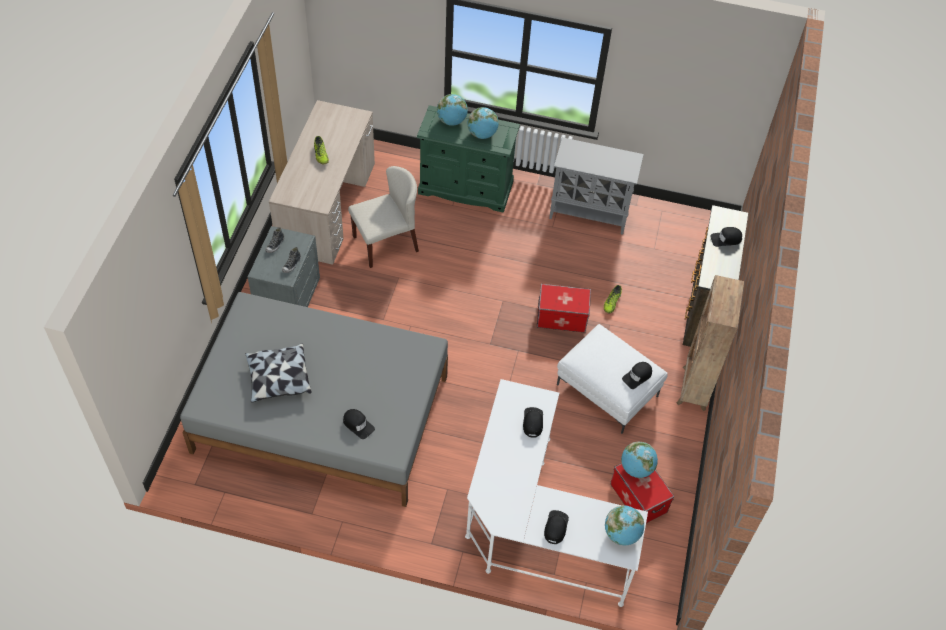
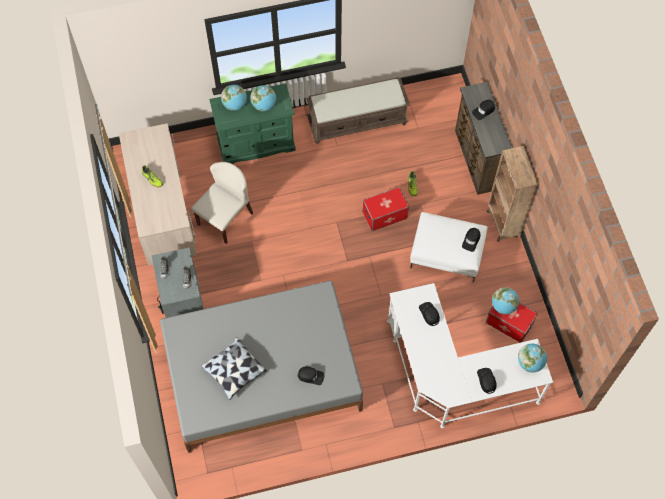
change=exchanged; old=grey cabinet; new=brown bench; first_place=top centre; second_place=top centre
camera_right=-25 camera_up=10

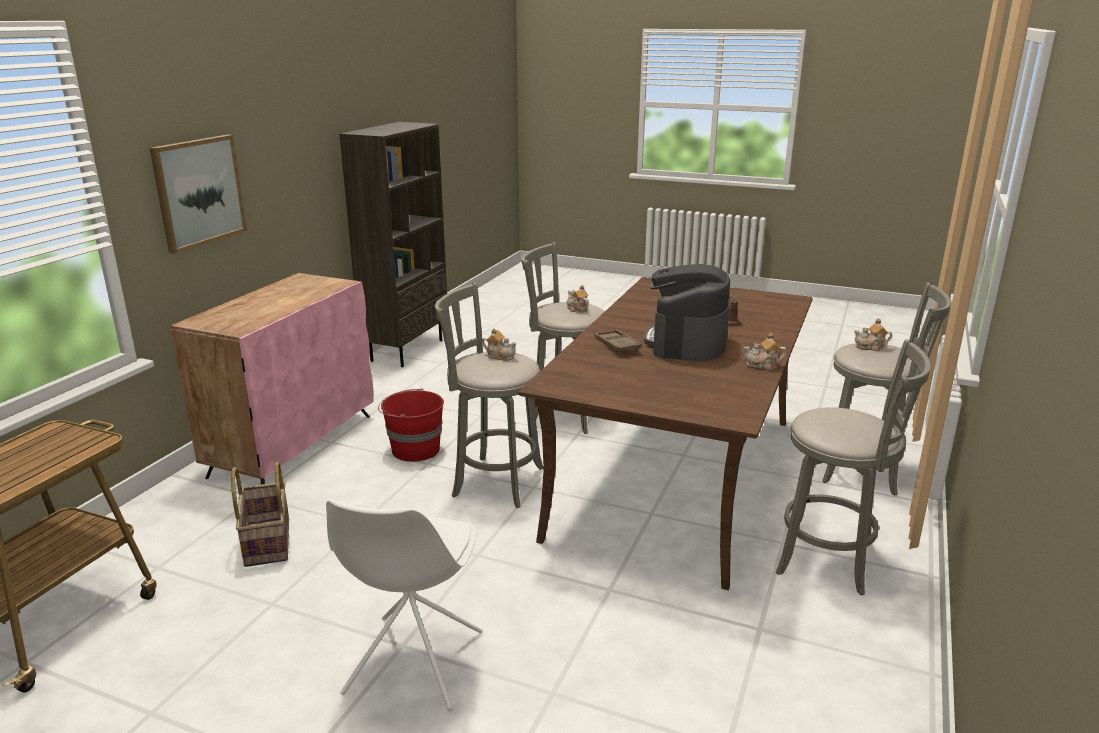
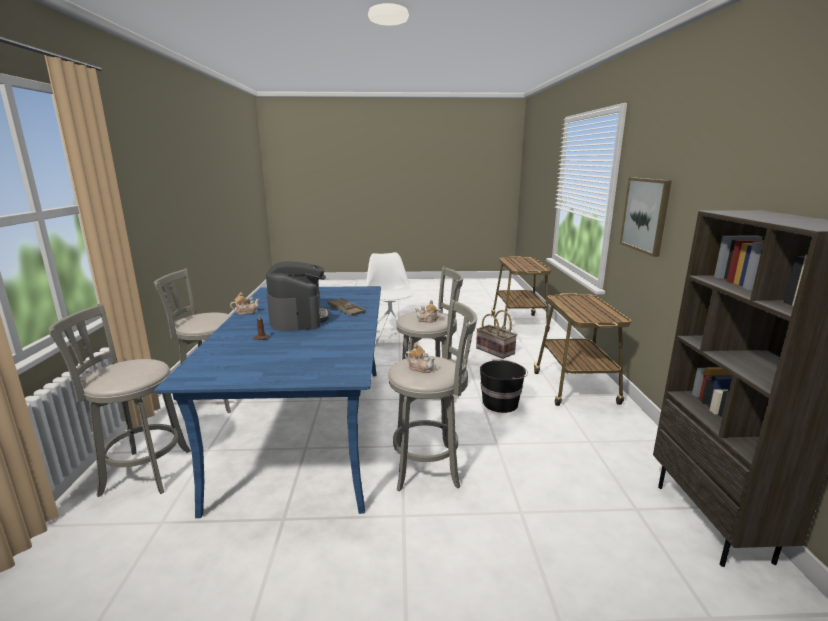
change=missing; old=teapot (no. 4 from left); first_place=middle right
change=exchanged; old=pink cabinet; new=cart (no. 2 from left); first_place=middle left; second_place=middle right
change=colour; old=red bucket; new=black bucket; first_place=centre; second_place=centre
change=colour; old=brown dining table; new=blue dining table; first_place=centre; second_place=middle left
camera_right=155 camera_up=-5

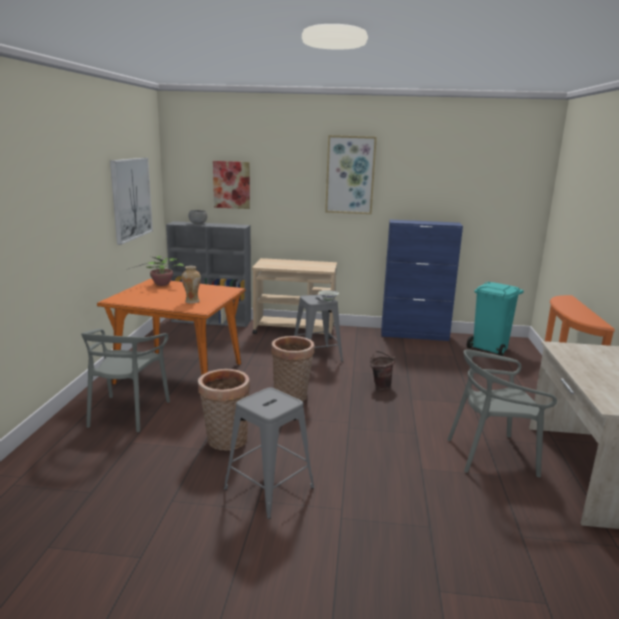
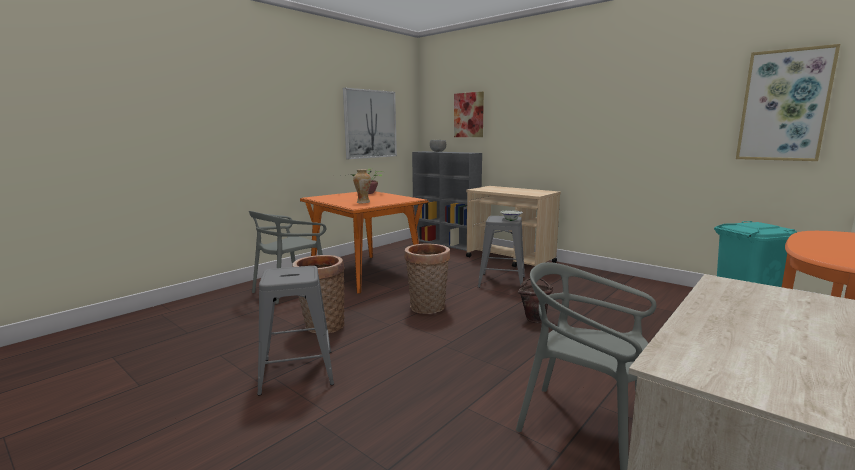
change=missing; old=blue cabinet; first_place=middle right
change=relocated; old=picture (no. 3 from left); first_place=top centre; second_place=top right
camera_right=35 camera_up=-5

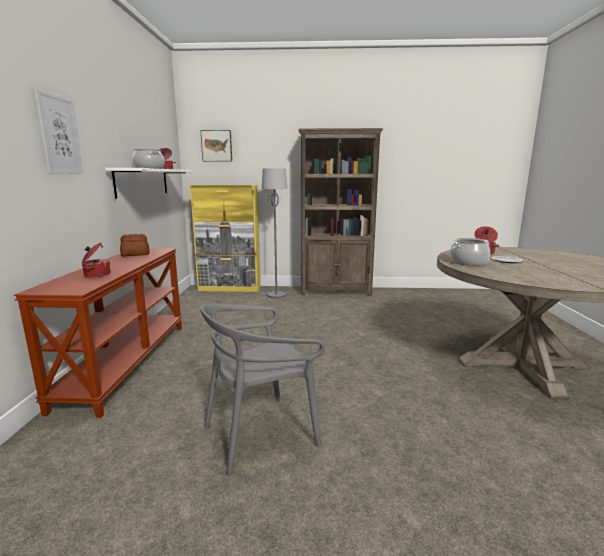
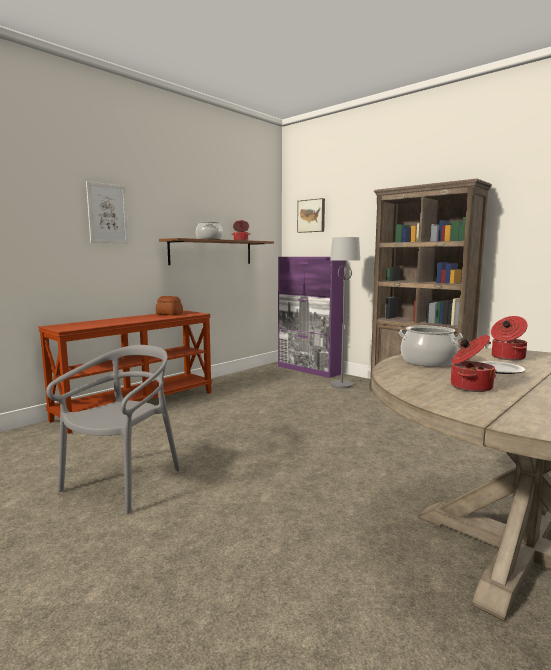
change=relocated; old=cooking pot (no. 1 from left in the first image); new=cooking pot (no. 4 from left); first_place=middle left; second_place=middle right
change=colour; old=white shelf; new=brown shelf; first_place=top left; second_place=centre
change=colour; old=yellow cabinet; new=purple cabinet; first_place=centre; second_place=centre
change=spun; old=grey chair; first_place=bottom centre; second_place=middle left; degrees=105
camera_right=40 camera_up=-5

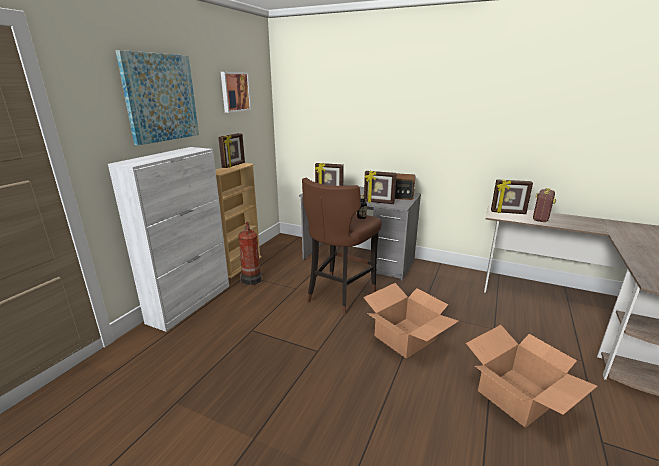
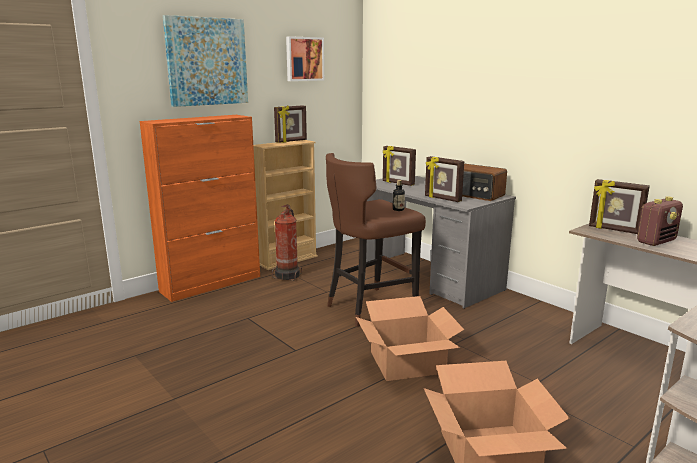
change=colour; old=white cabinet; new=orange cabinet; first_place=middle left; second_place=middle left
camera_right=25 camera_up=-5

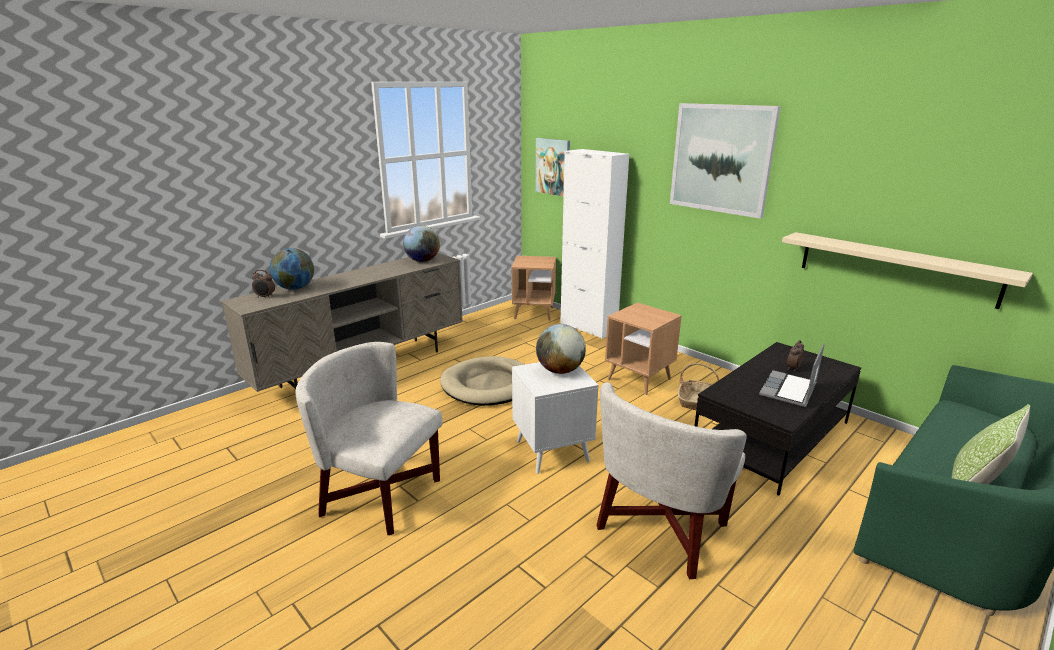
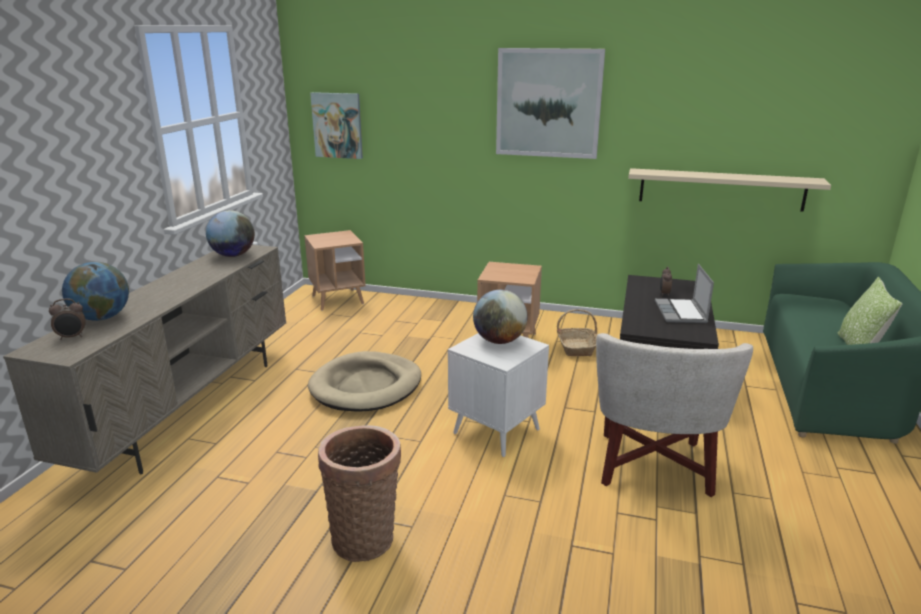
change=missing; old=white cabinet; first_place=centre
change=exchanged; old=white armchair (no. 1 from left); new=basket (no. 1 from left); first_place=bottom centre; second_place=bottom centre
camera_right=-30 camera_up=0

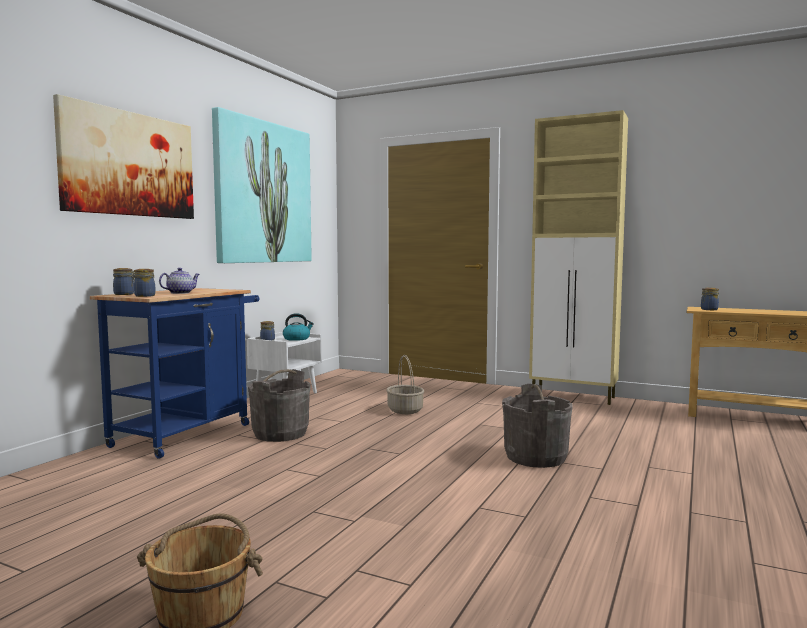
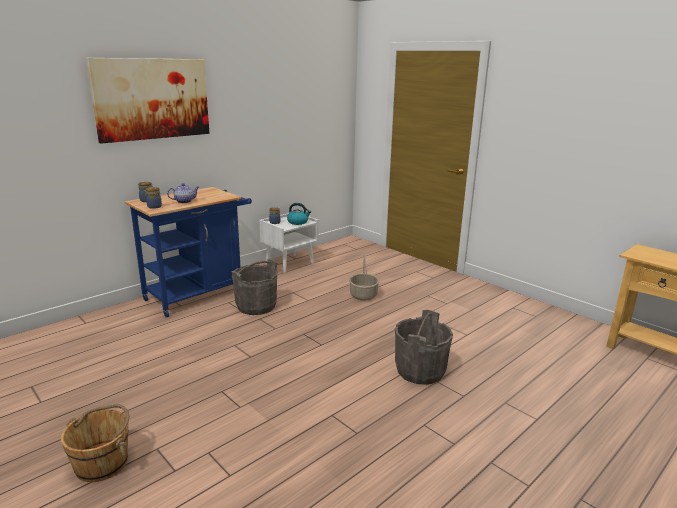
change=missing; old=picture (no. 2 from left); first_place=top left
change=missing; old=beige cabinet; first_place=middle right
change=missing; old=jar (no. 4 from left); first_place=middle right
camera_right=20 camera_up=15

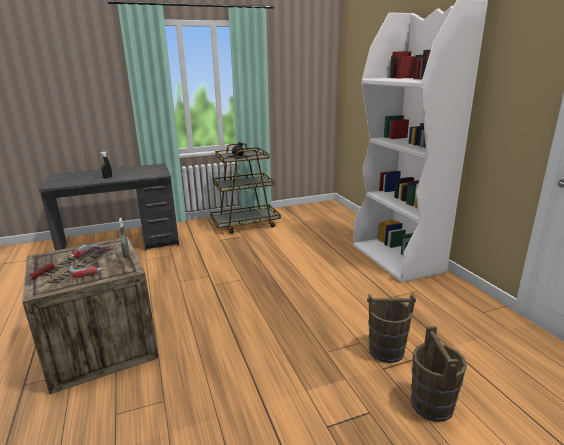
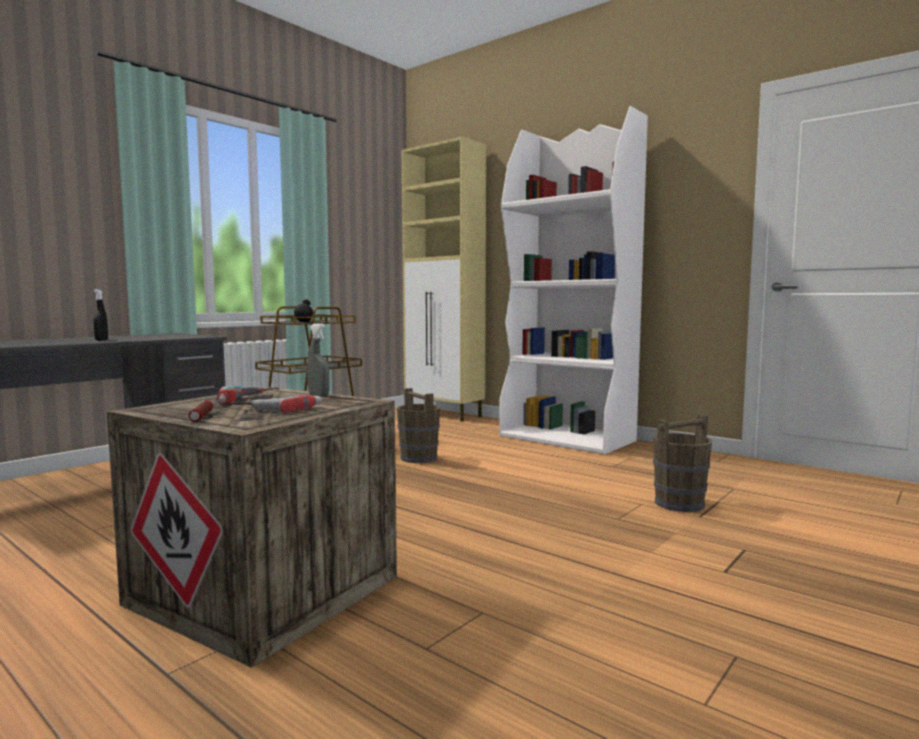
change=appeared; new=beige cabinet; second_place=centre
change=relocated; old=brown bucket (no. 2 from left in the first image); new=brown bucket (no. 1 from left); first_place=bottom right; second_place=centre
camera_right=-30 camera_up=-15

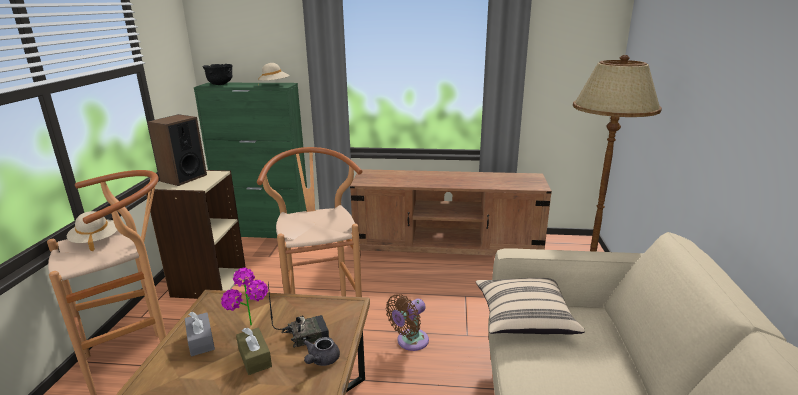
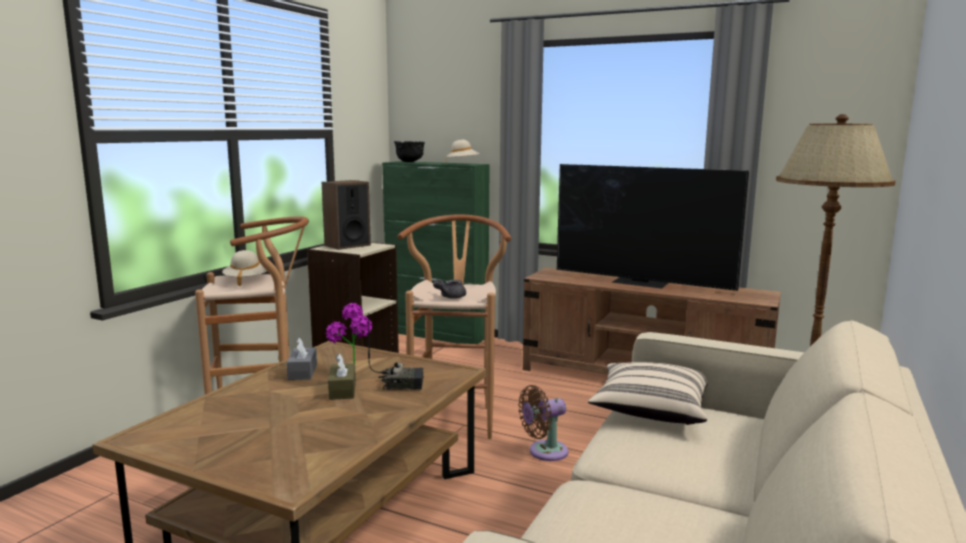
change=appeared; new=television; second_place=middle right
change=relocated; old=grey teapot; first_place=bottom centre; second_place=centre
camera_right=20 camera_up=-10

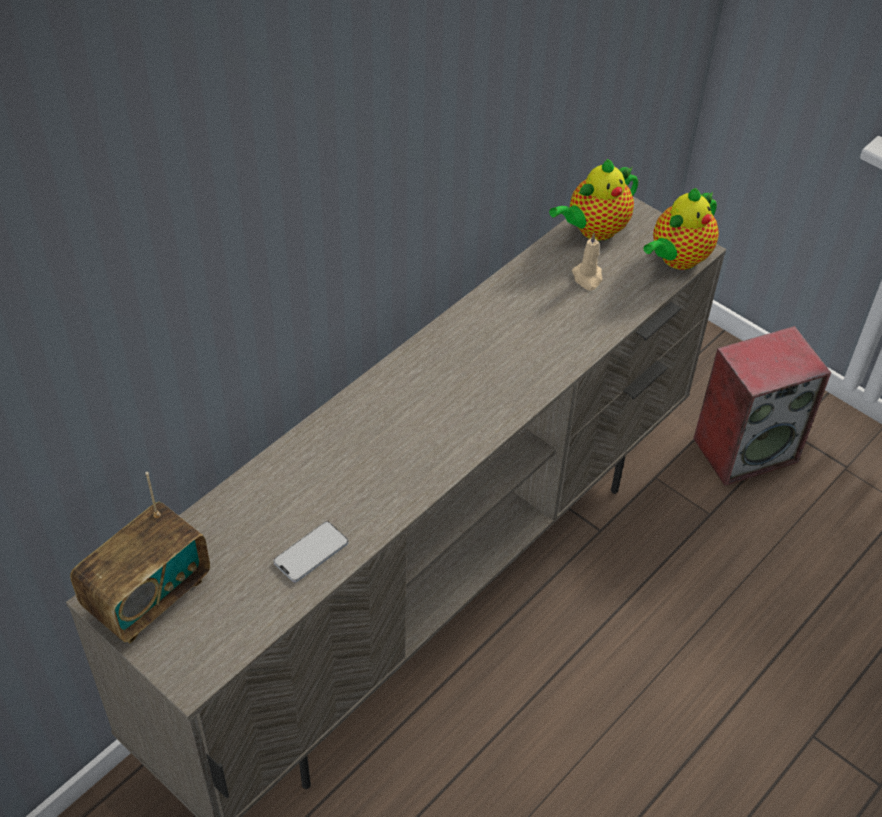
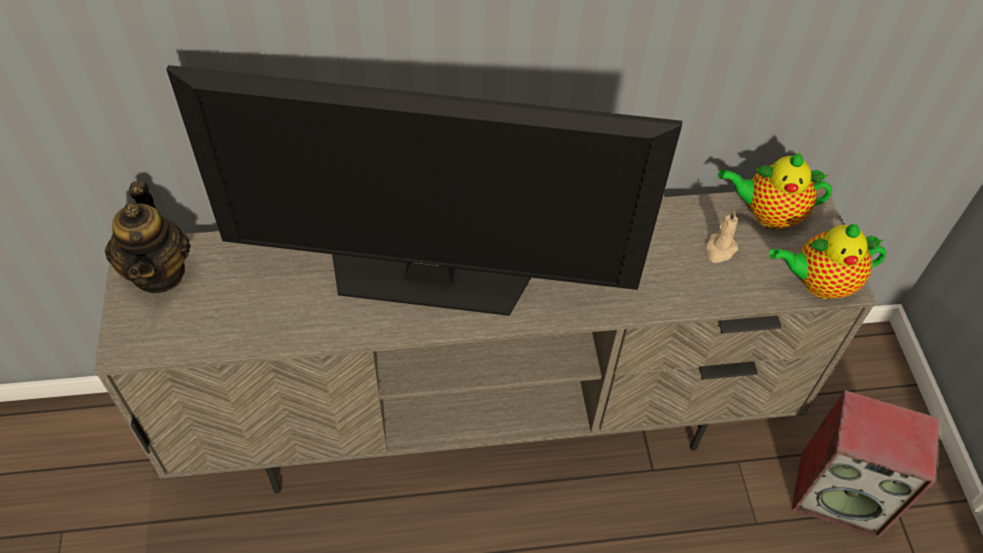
change=missing; old=phone; first_place=bottom centre
change=appeared; new=television; second_place=centre
change=exchanged; old=radio; new=teapot (no. 1 from left); first_place=bottom left; second_place=middle left
camera_right=40 camera_up=5

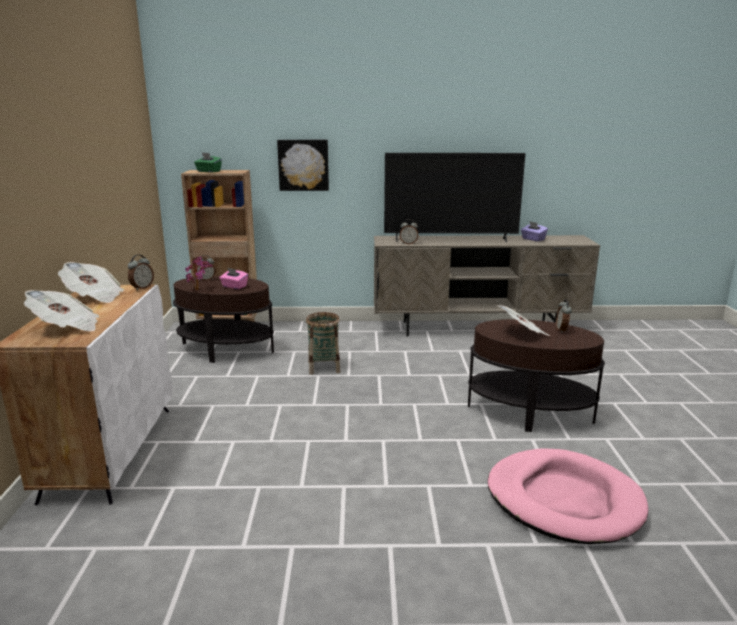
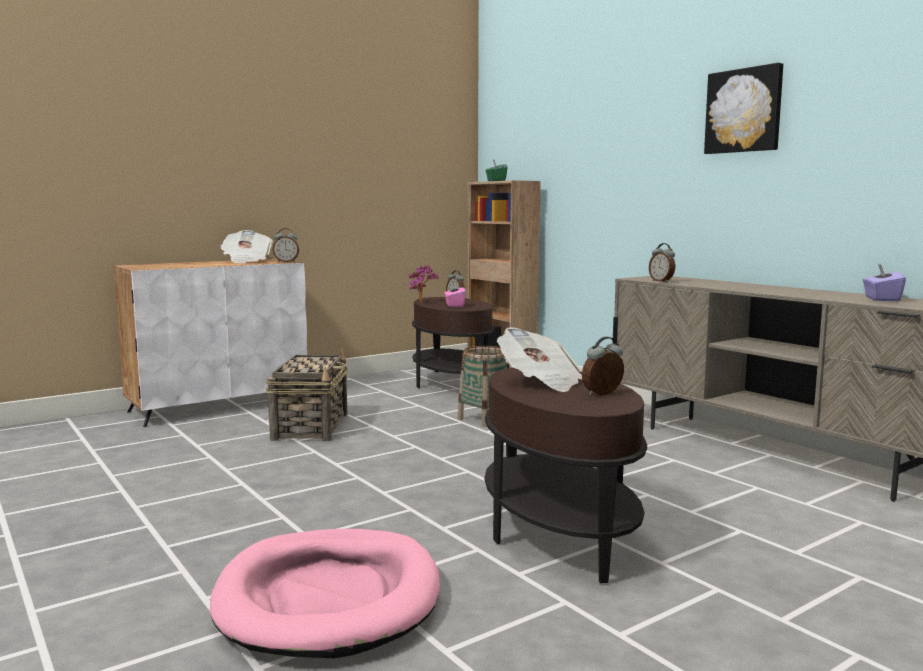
change=missing; old=newspaper (no. 1 from left); first_place=middle left
change=missing; old=television; first_place=top centre
change=appeared; new=basket (no. 1 from left); second_place=middle left
change=relocated; old=picture; first_place=top centre; second_place=top right
camera_right=55 camera_up=-10

